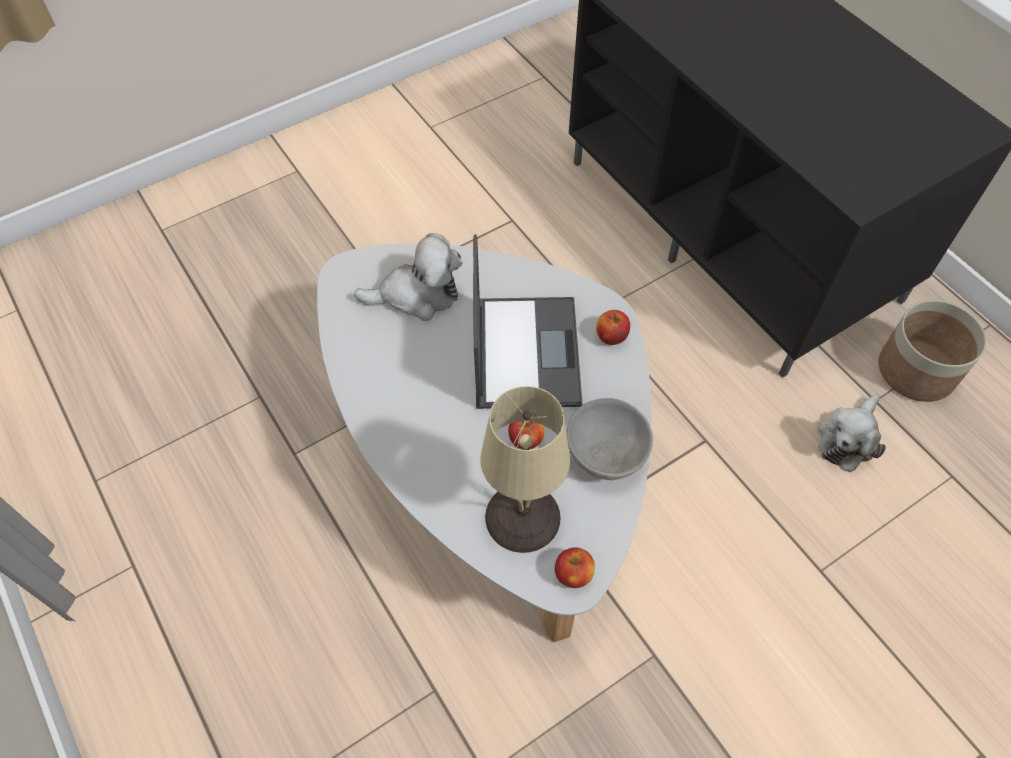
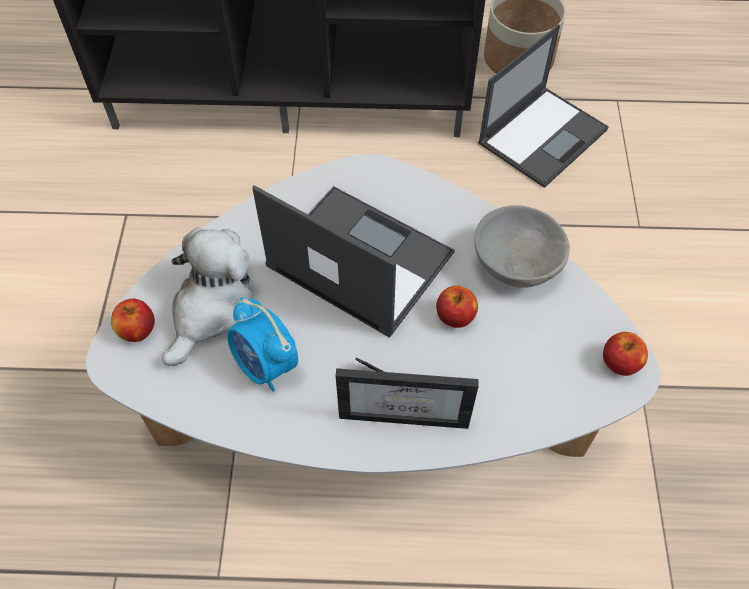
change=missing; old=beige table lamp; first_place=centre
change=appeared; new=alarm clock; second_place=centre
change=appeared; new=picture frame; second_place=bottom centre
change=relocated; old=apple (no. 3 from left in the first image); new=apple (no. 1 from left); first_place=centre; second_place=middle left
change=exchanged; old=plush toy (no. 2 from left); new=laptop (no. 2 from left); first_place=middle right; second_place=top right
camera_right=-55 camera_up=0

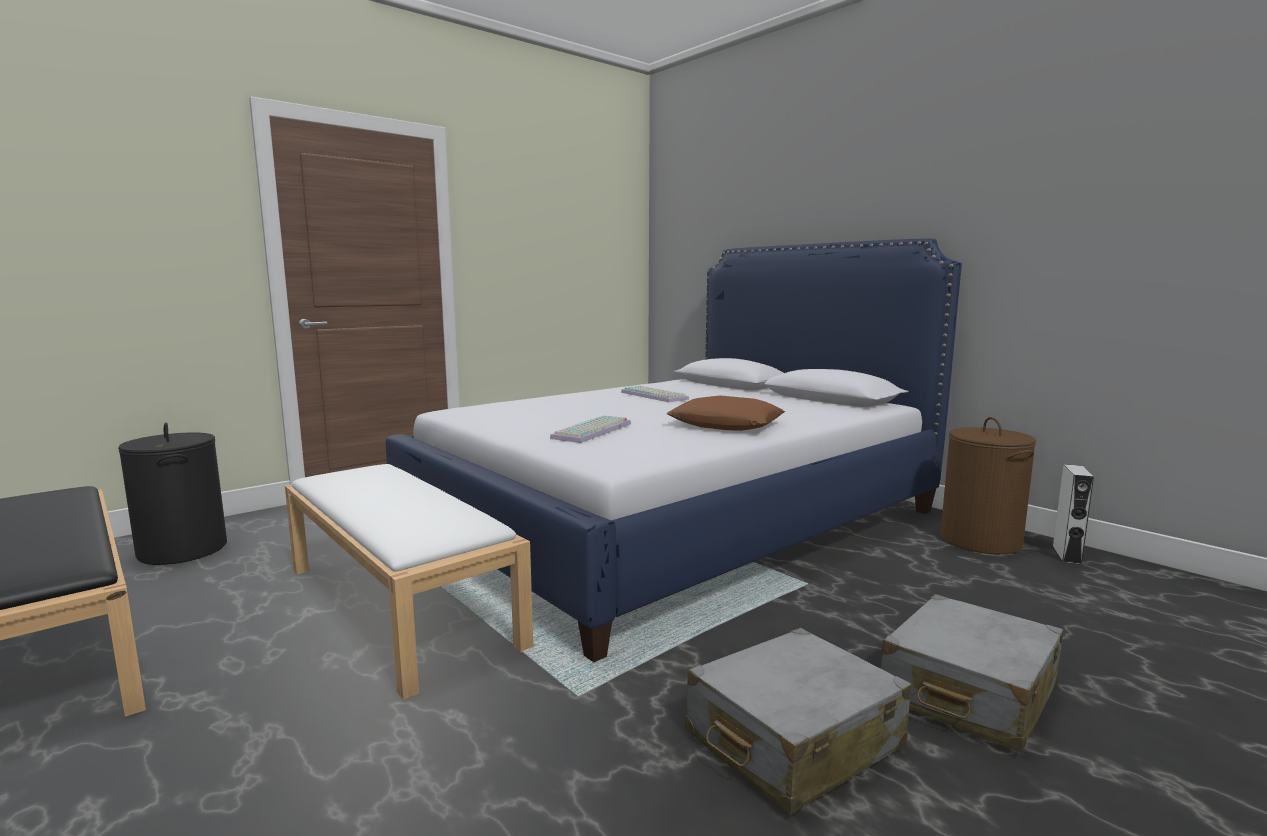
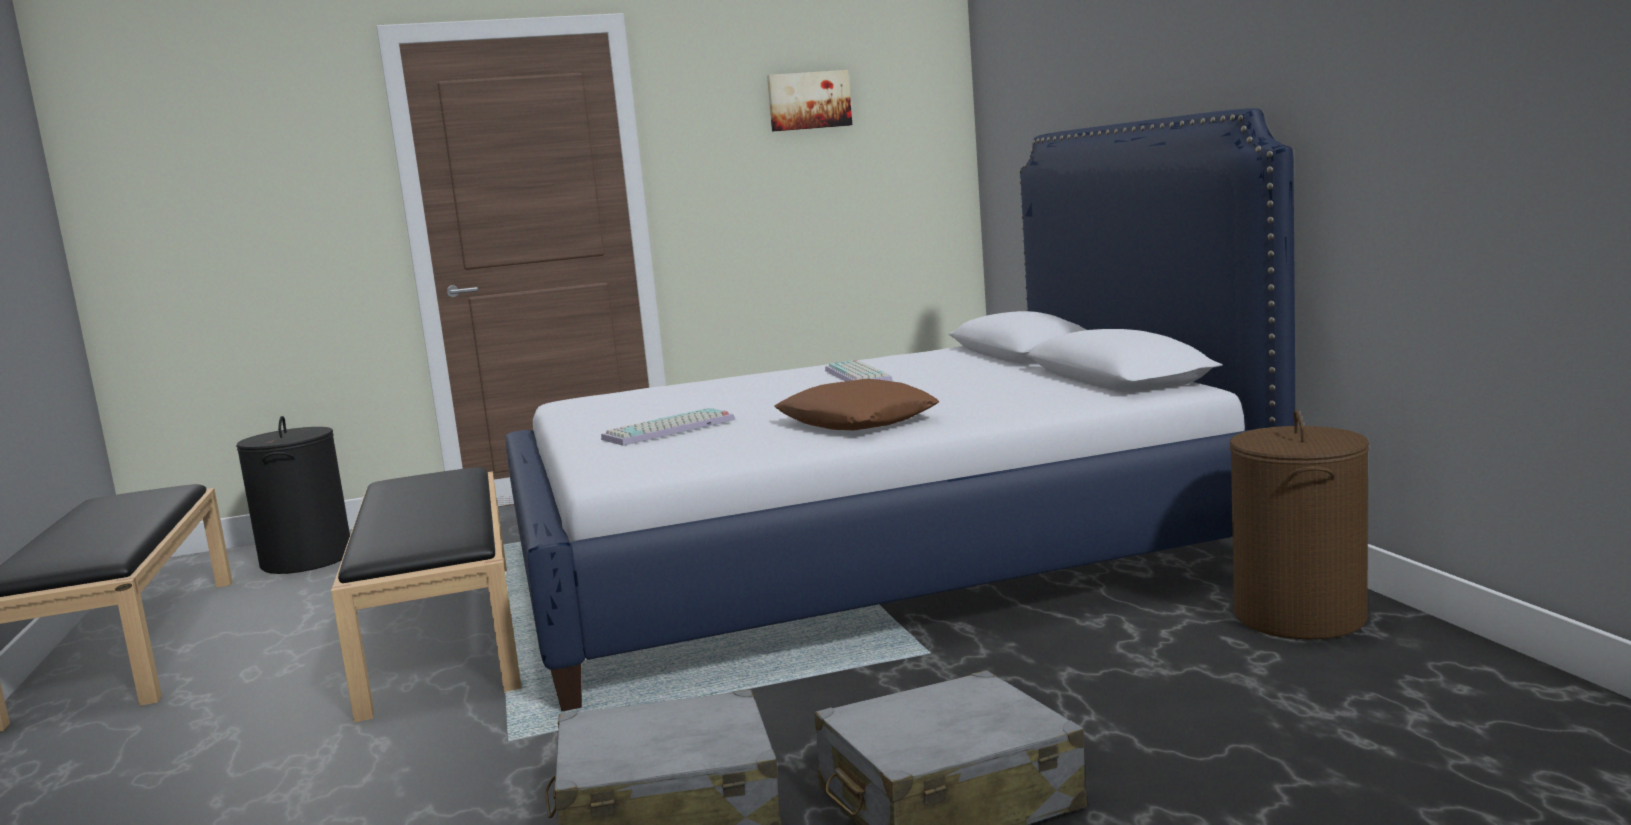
change=missing; old=grey speaker; first_place=middle right
change=appeared; new=picture; second_place=top centre
change=colour; old=white bench; new=black bench (no. 2 from left); first_place=bottom left; second_place=bottom left
camera_right=25 camera_up=0

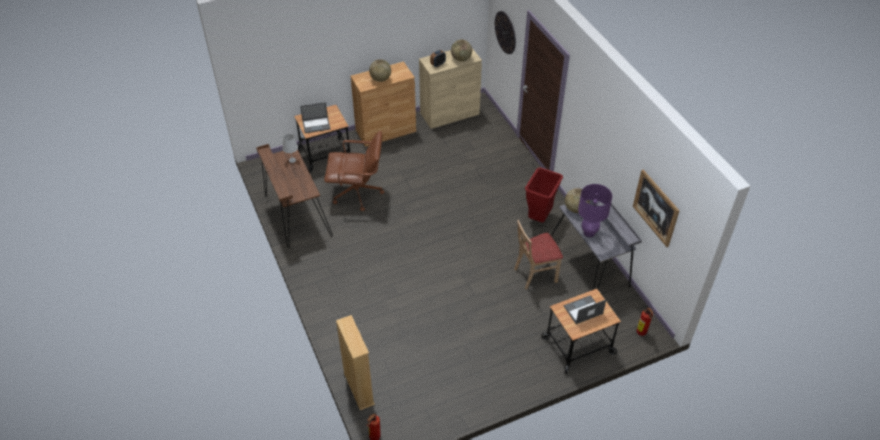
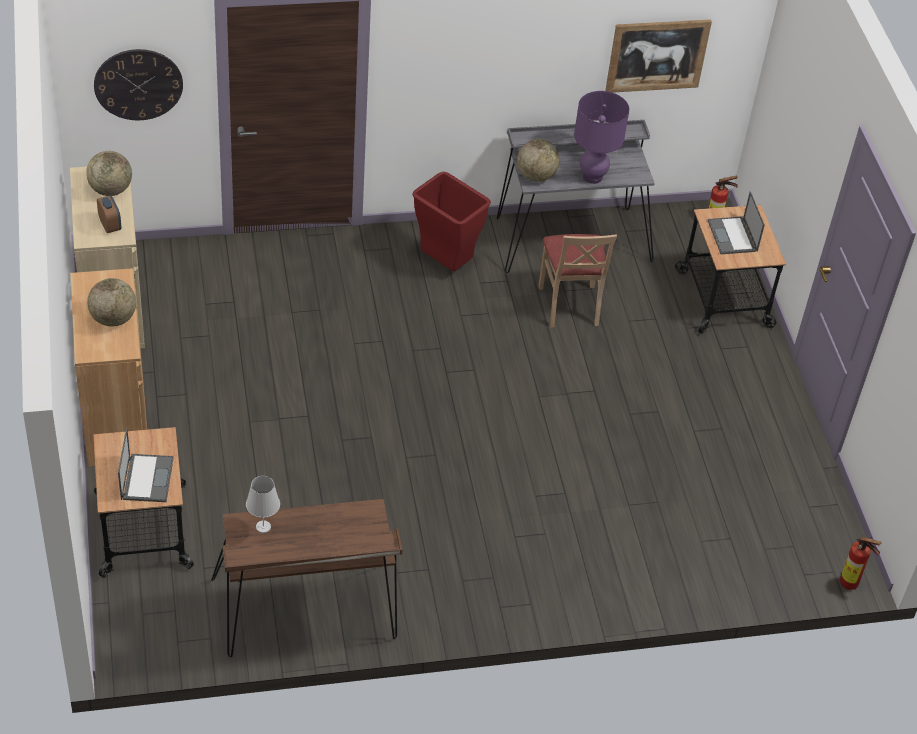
change=missing; old=brown office chair; first_place=centre
change=missing; old=beige bookcase; first_place=bottom centre
camera_right=-80 camera_up=0

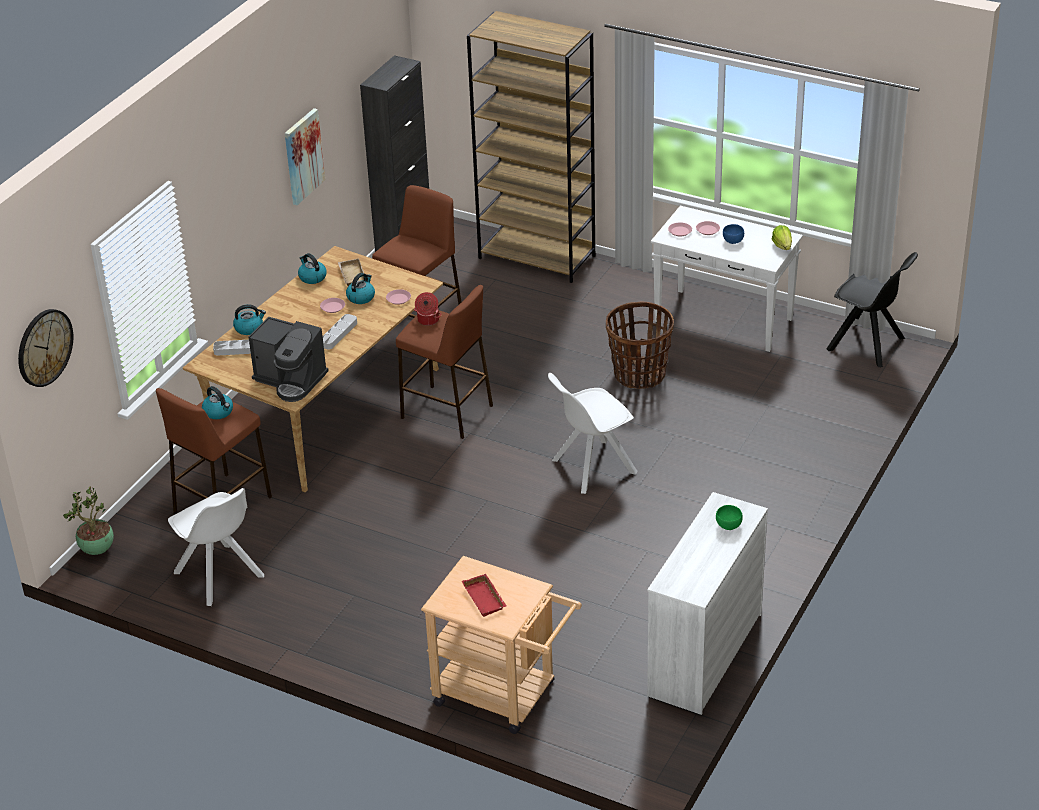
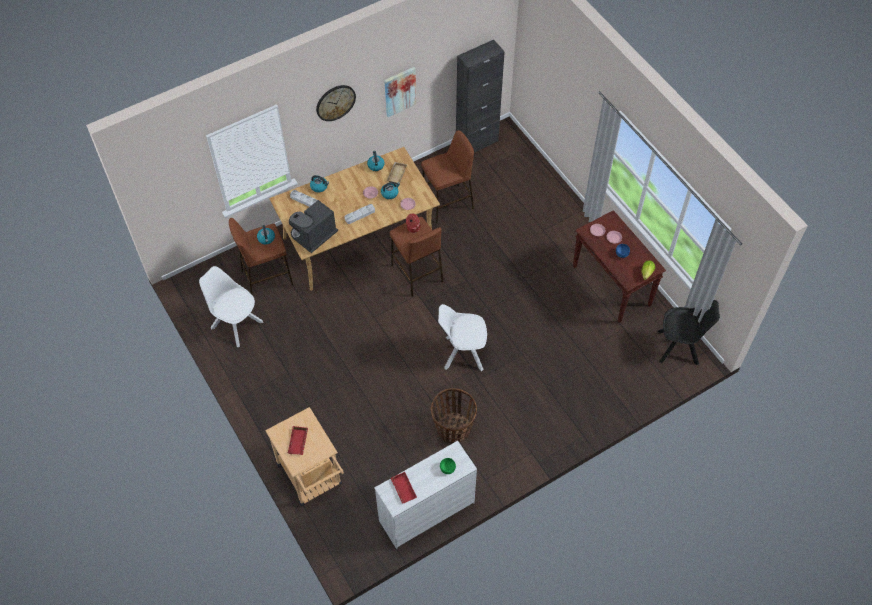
change=missing; old=potted plant; first_place=middle left
change=missing; old=brown bookcase; first_place=top centre
change=appeared; new=red tray (no. 2 from left); second_place=bottom centre
change=relocated; old=wall clock; first_place=middle left; second_place=top centre
change=relocated; old=basket; first_place=centre; second_place=bottom centre
change=colour; old=white console table; new=brown console table; first_place=middle right; second_place=middle right
change=spun; old=white chair (no. 1 from left); first_place=bottom left; second_place=middle left; degrees=135
change=spun; old=coffee machine; first_place=middle left; second_place=centre; degrees=75
change=spun; old=black chair; first_place=middle right; second_place=middle right; degrees=-60
camera_right=30 camera_up=20

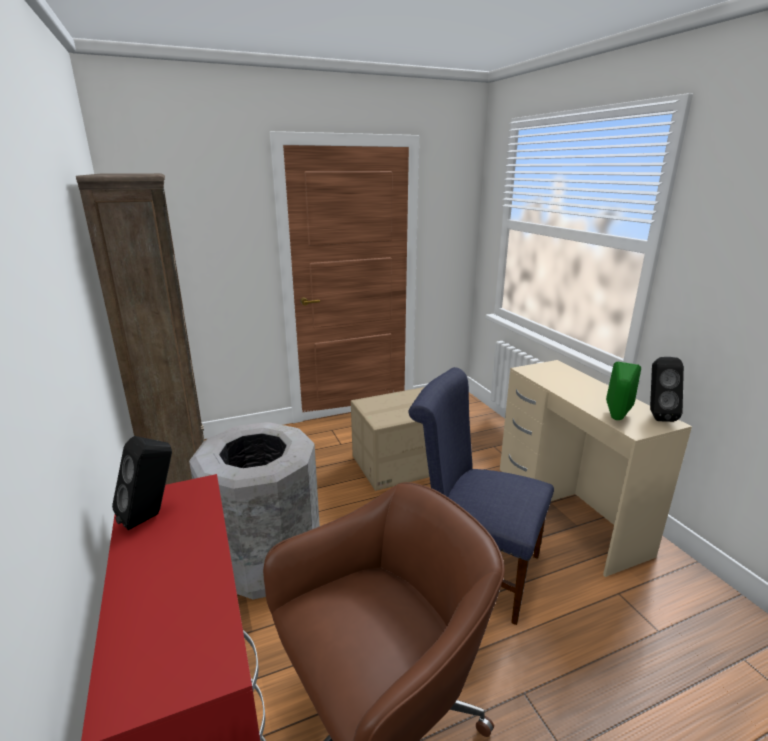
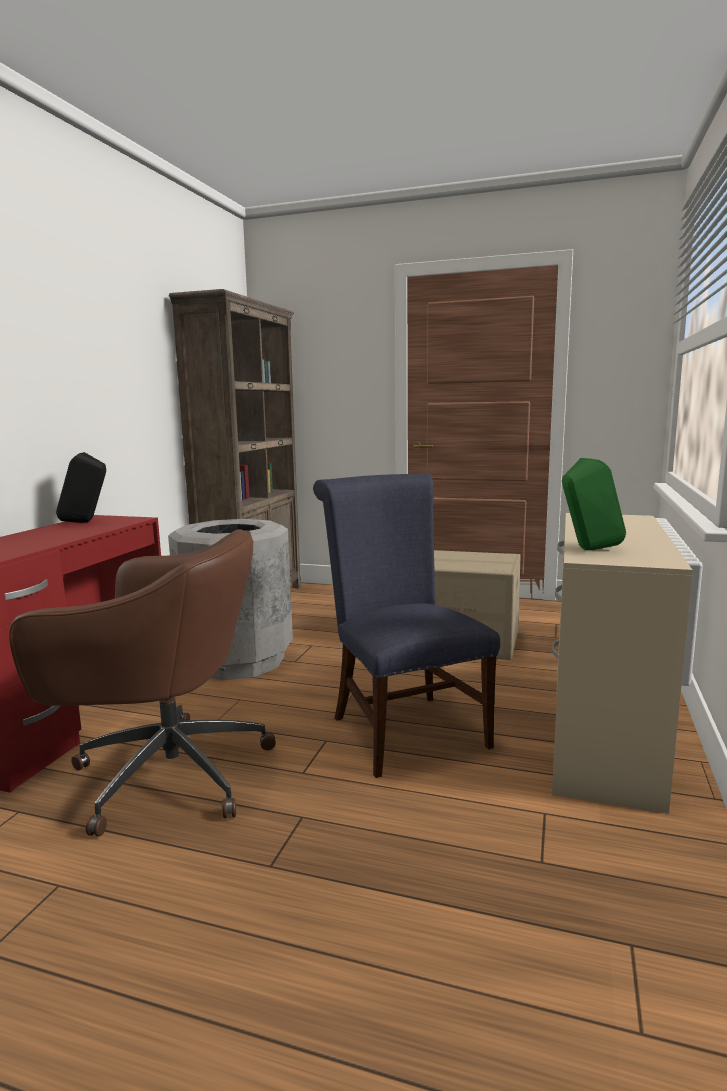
change=missing; old=black speaker (no. 2 from left); first_place=middle right
camera_right=40 camera_up=-10

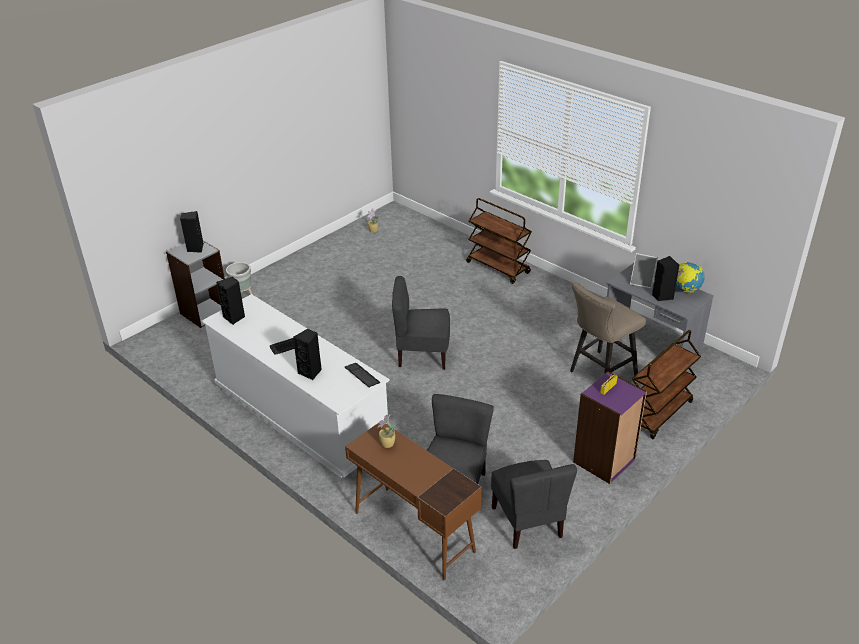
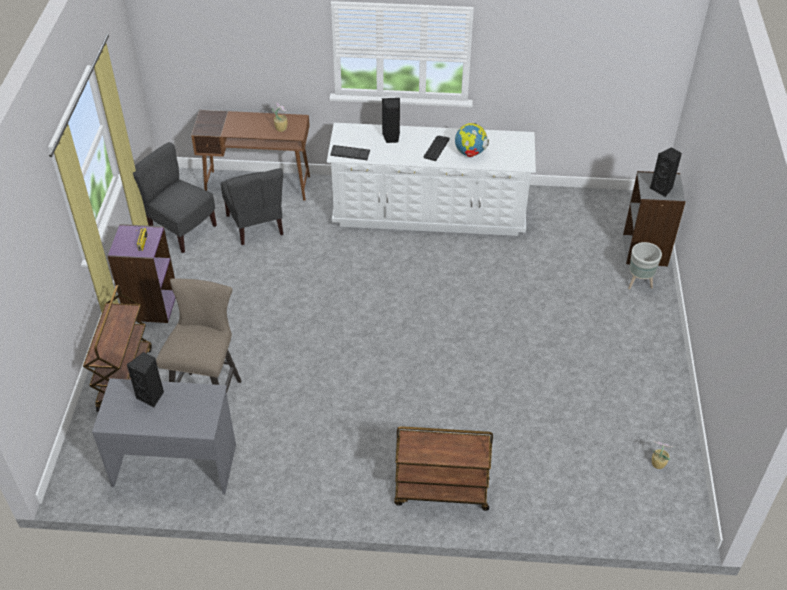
change=missing; old=black speaker (no. 2 from left); first_place=middle left
change=missing; old=grey chair (no. 1 from left); first_place=centre
change=missing; old=picture frame; first_place=middle right
change=relocated; old=globe; first_place=middle right; second_place=top centre
camera_right=140 camera_up=10

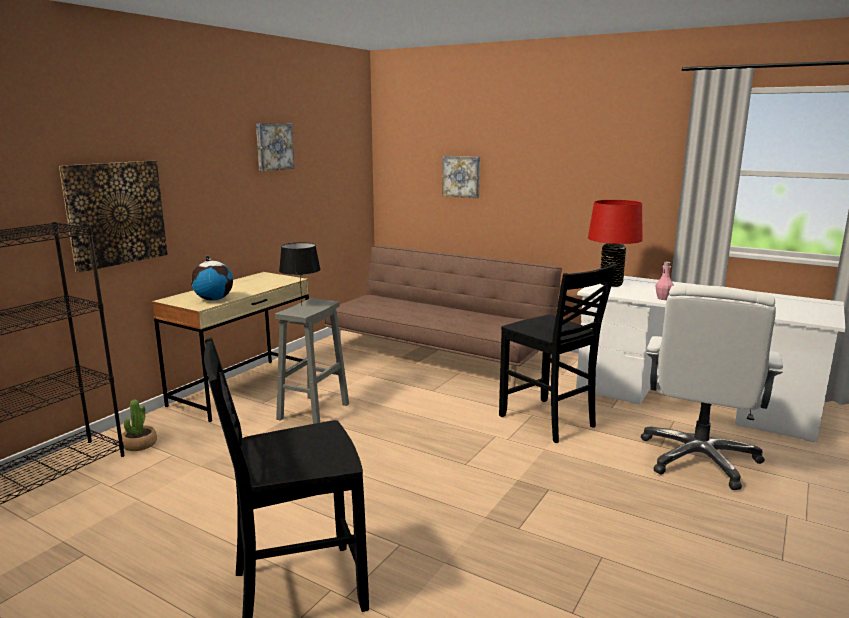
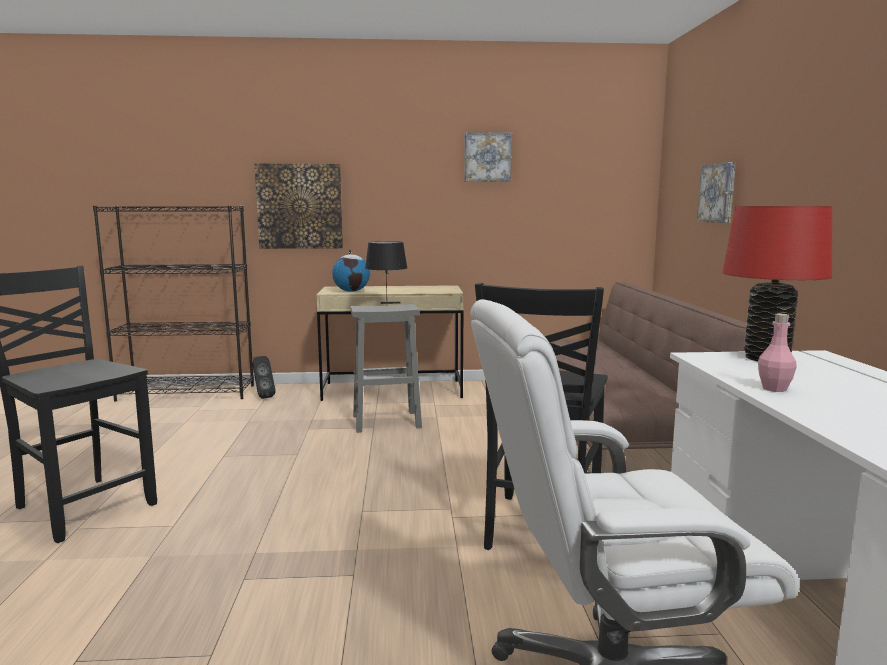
change=exchanged; old=potted plant; new=black speaker; first_place=bottom left; second_place=middle left
camera_right=55 camera_up=-5

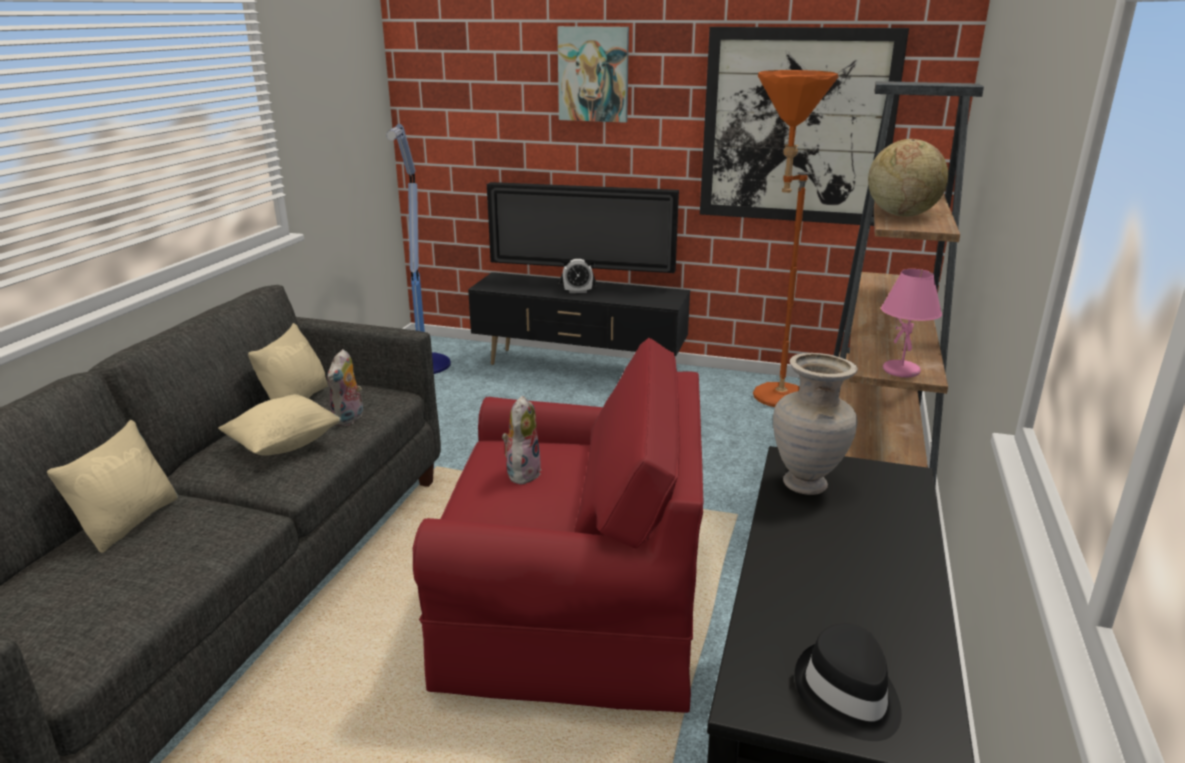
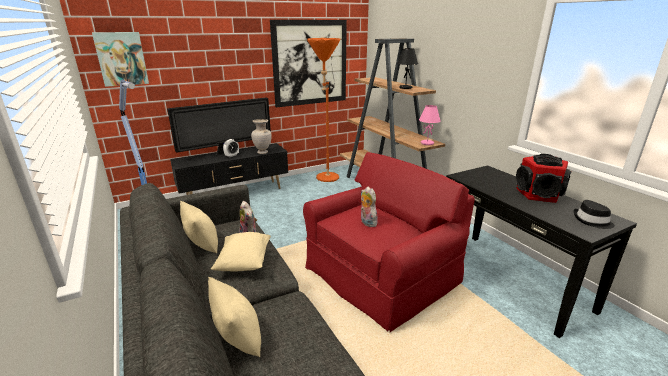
change=appeared; new=speaker; second_place=middle right
change=relocated; old=picture (no. 1 from left); first_place=top centre; second_place=top left
change=relocated; old=beige vase; first_place=middle right; second_place=centre
change=exchanged; old=globe; new=black table lamp; first_place=top right; second_place=top centre
camera_right=-45 camera_up=0

